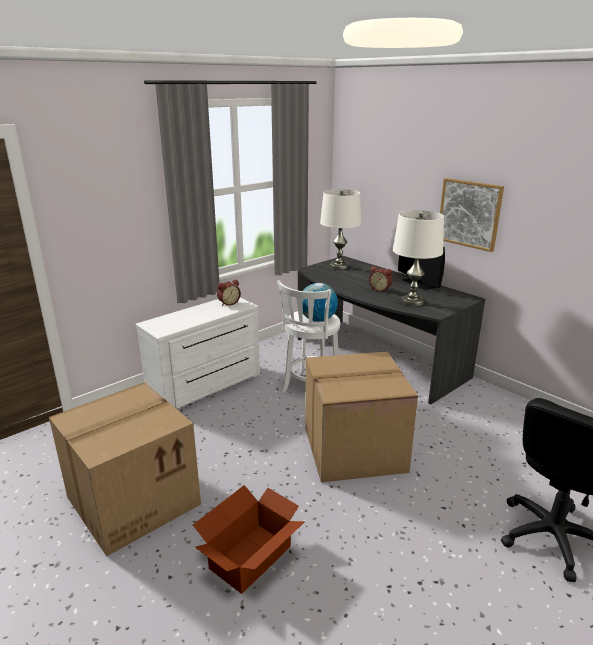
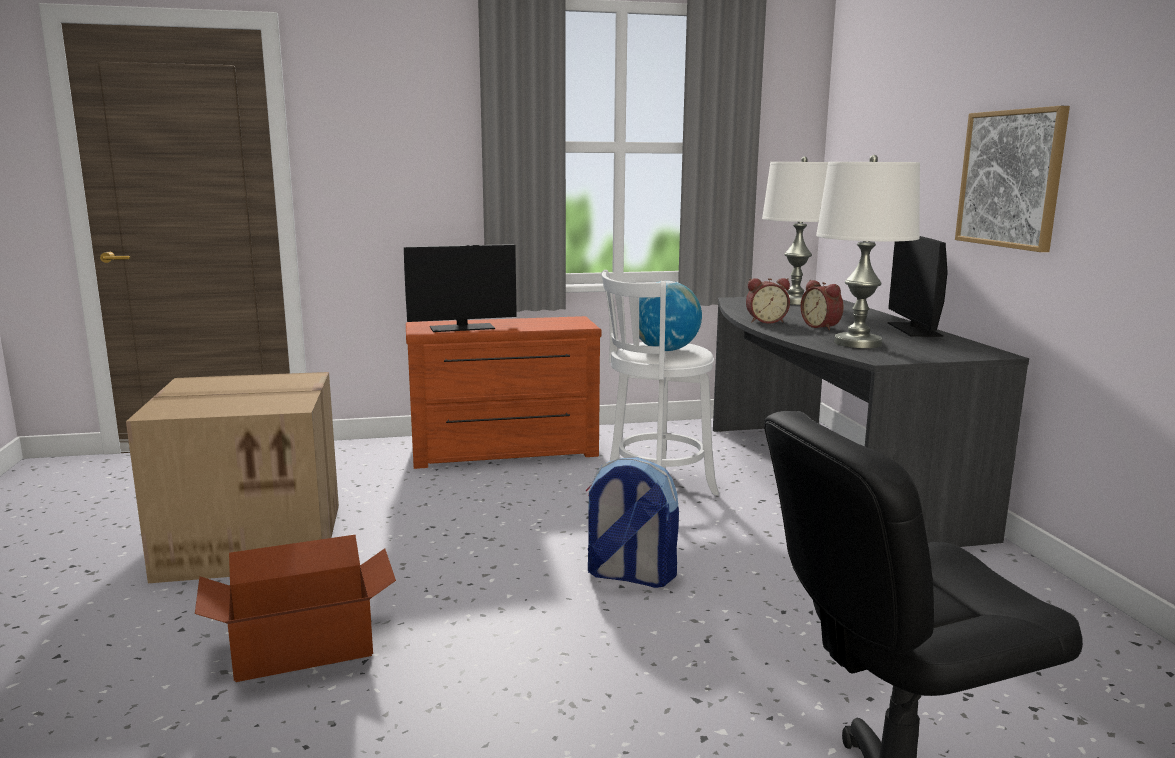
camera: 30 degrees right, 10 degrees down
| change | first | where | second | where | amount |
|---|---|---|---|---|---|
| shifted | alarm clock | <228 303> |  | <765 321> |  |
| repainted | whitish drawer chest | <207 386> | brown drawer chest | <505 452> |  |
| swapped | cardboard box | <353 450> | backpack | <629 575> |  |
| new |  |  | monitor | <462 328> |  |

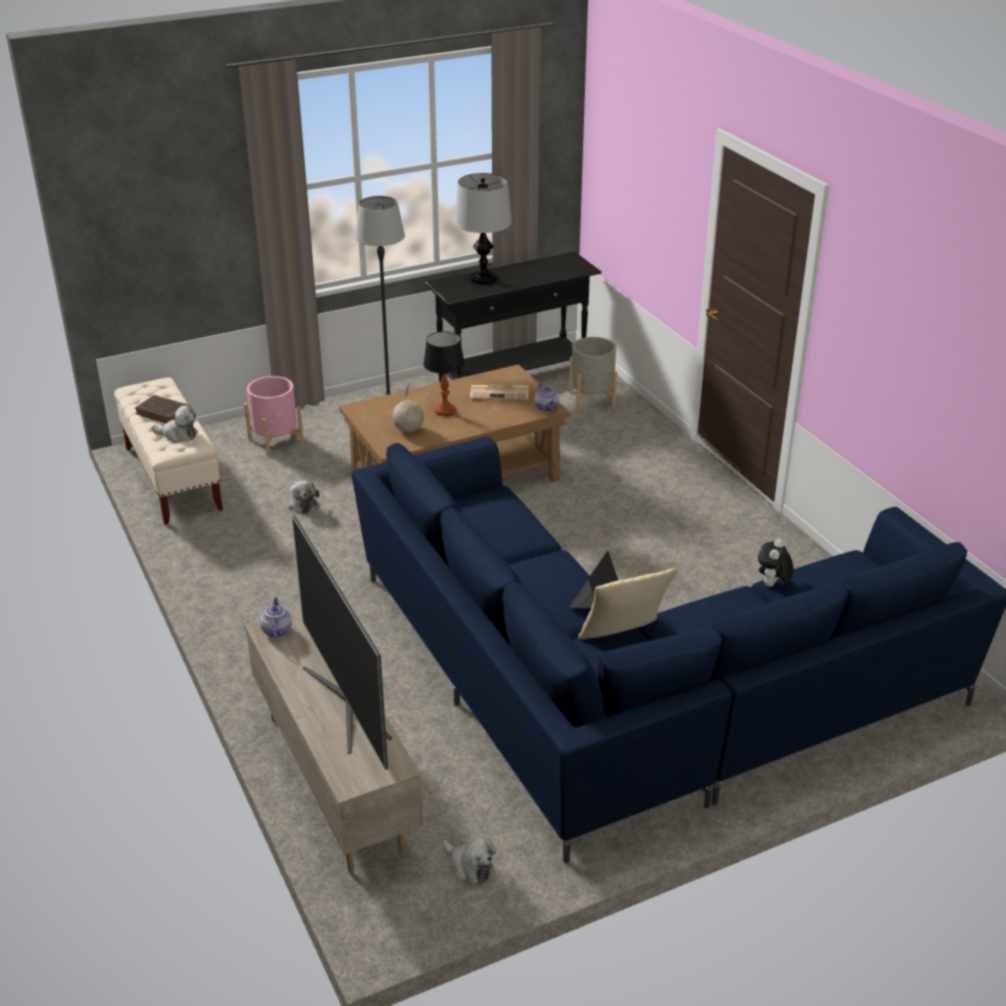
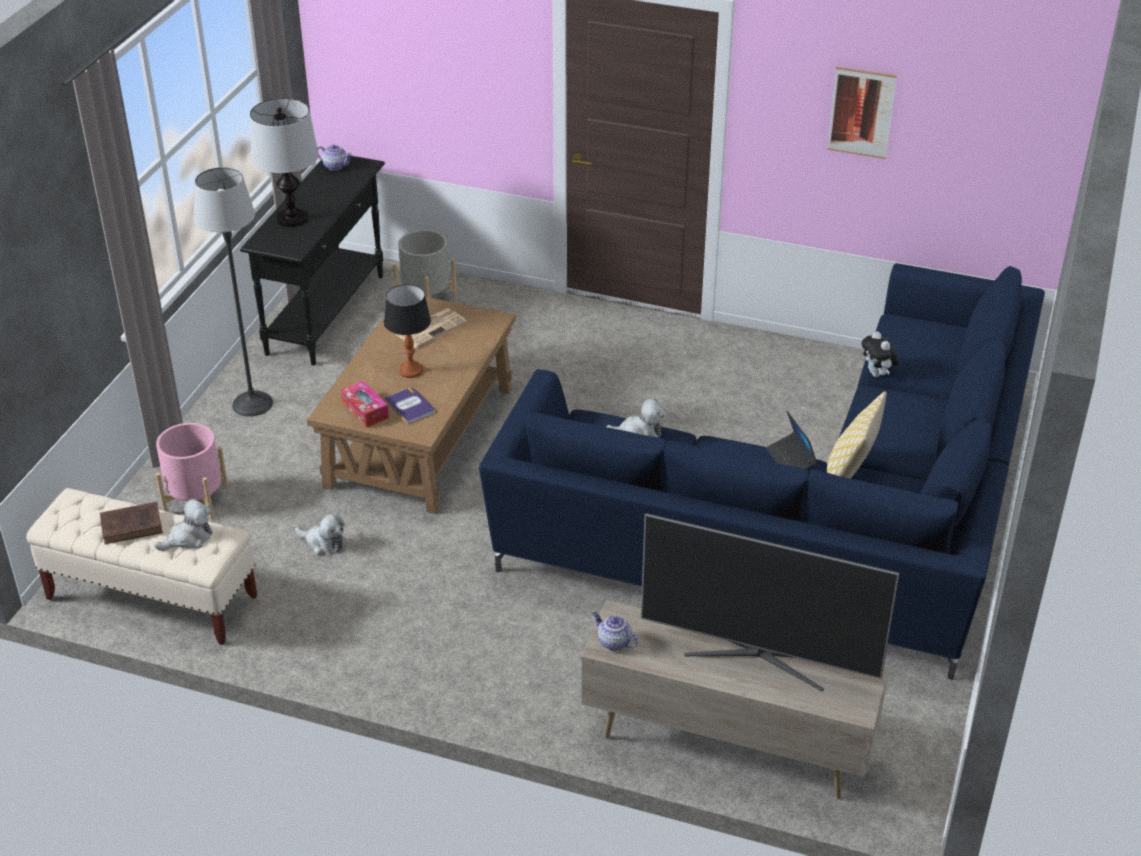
camera: 45 degrees left, 5 degrees up
| change | first | where | second | where | amount |
|---|---|---|---|---|---|
| swapped | globe | <409 430> | bound book | <409 406> |  |
| shifted | teapot | <546 407> |  | <335 166> |  |
| shifted | plush toy | <469 866> |  | <639 432> |  |
| new |  |  | wall art | <861 112> |  |
| new |  |  | tissue box | <365 410> |  |

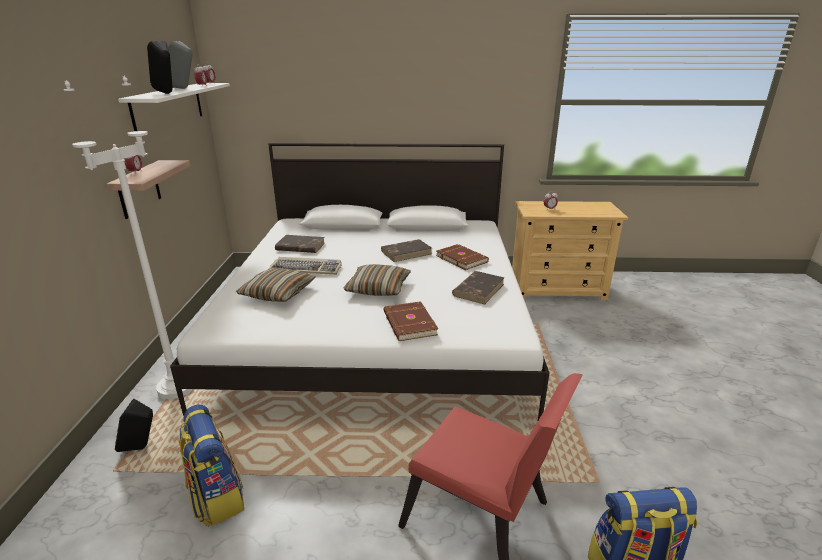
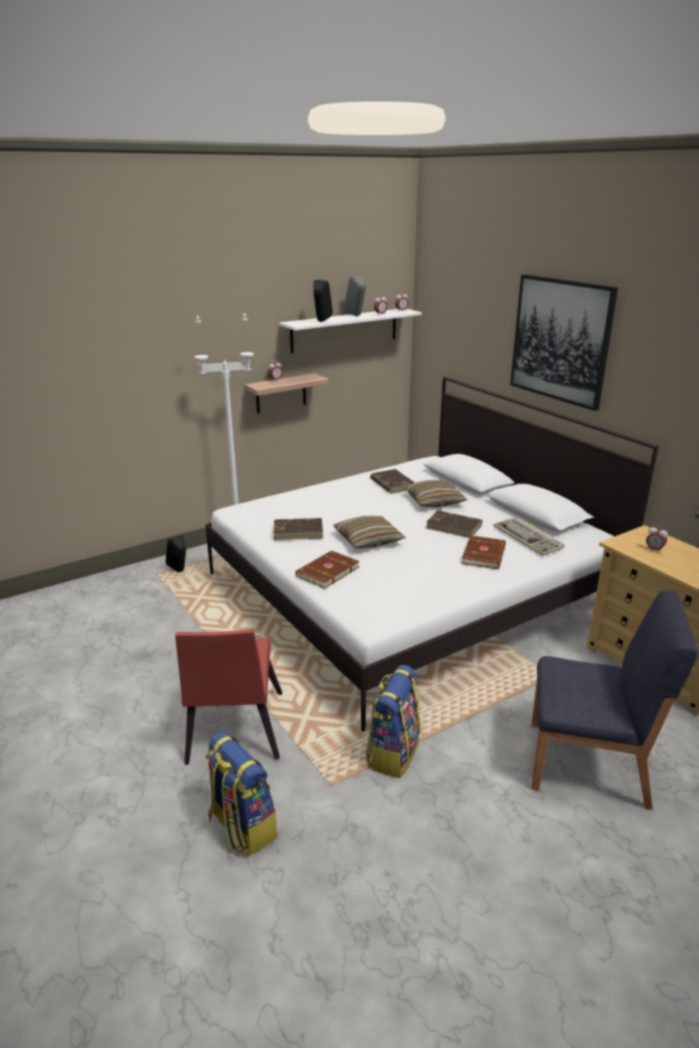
camera: 55 degrees right, 0 degrees up
| change | first | where | second | where | amount |
|---|---|---|---|---|---|
| shifted | PC keyboard | <306 268> |  | <528 538> |  |
| shifted | throw pillow | <278 293> |  | <434 501> |  |
| shifted | brown bound book | <478 289> |  | <299 531> |  |
| shifted | backpack | <216 497> |  | <392 753> |  |
| new |  |  | wall art | <561 340> |  |
| new |  |  | blue-coloured upright chair | <589 764> |  |

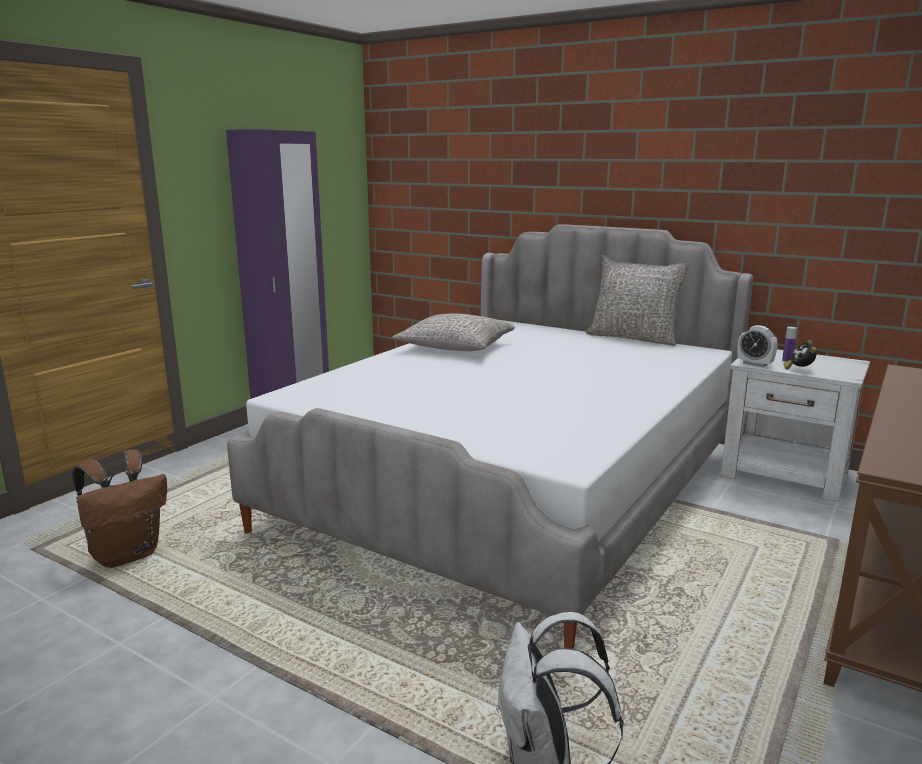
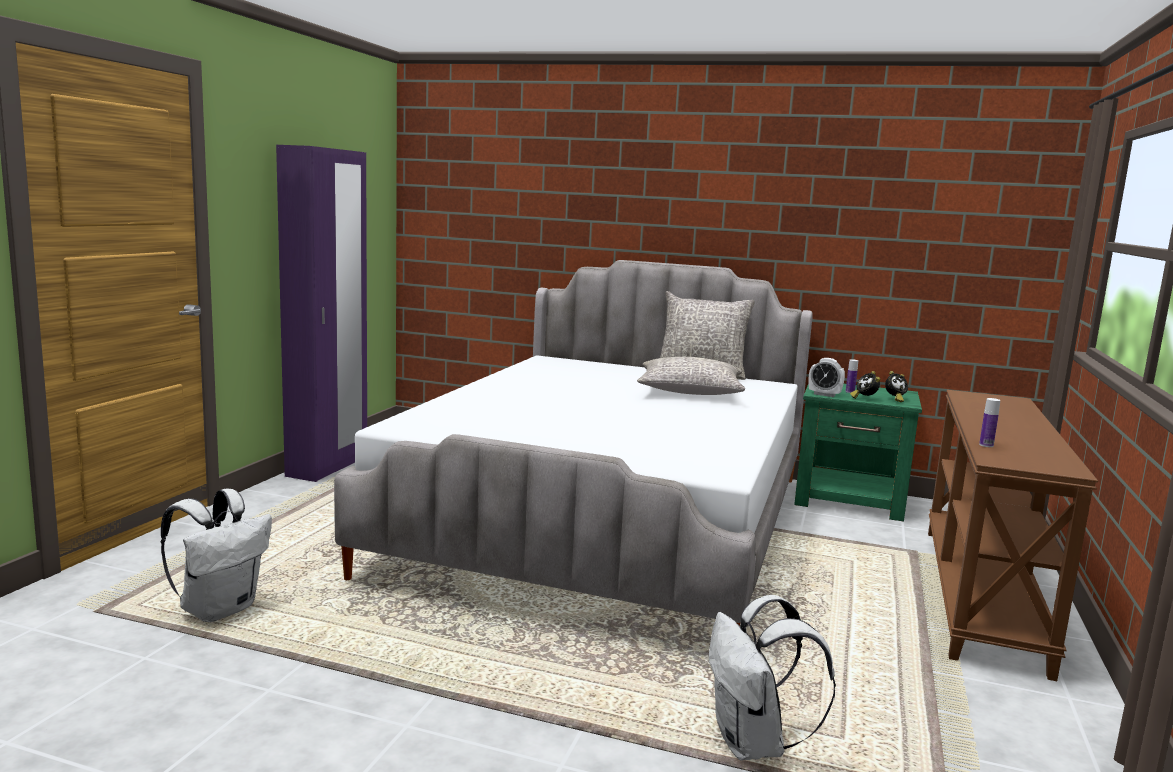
camera: 15 degrees left, 5 degrees down
| change | first | where | second | where | amount |
|---|---|---|---|---|---|
| shifted | gray throw pillow | <454 348> |  | <689 392> |  |
| repainted | whitish bedside table | <786 474> | greenish bedside table | <850 500> |  |
| repainted | brown backpack | <127 554> | whitish backpack | <220 609> |  |
| new |  |  | alarm clock | <894 399> |  |
| new |  |  | beverage bottle | <986 445> |  |

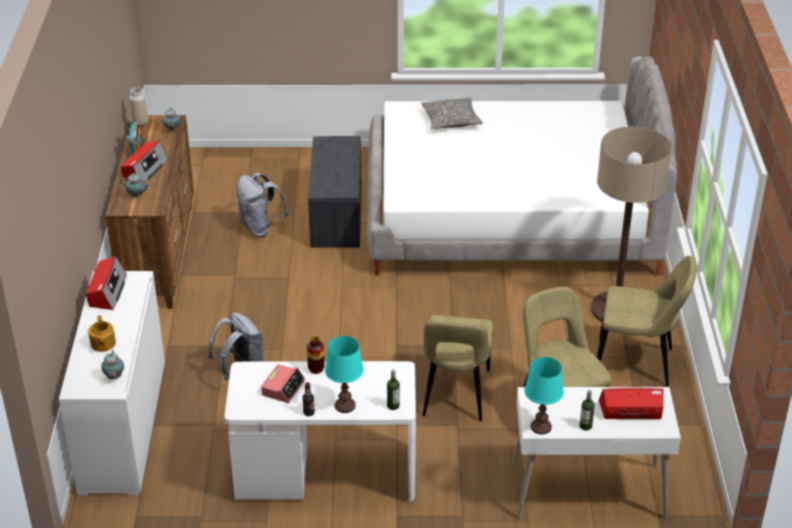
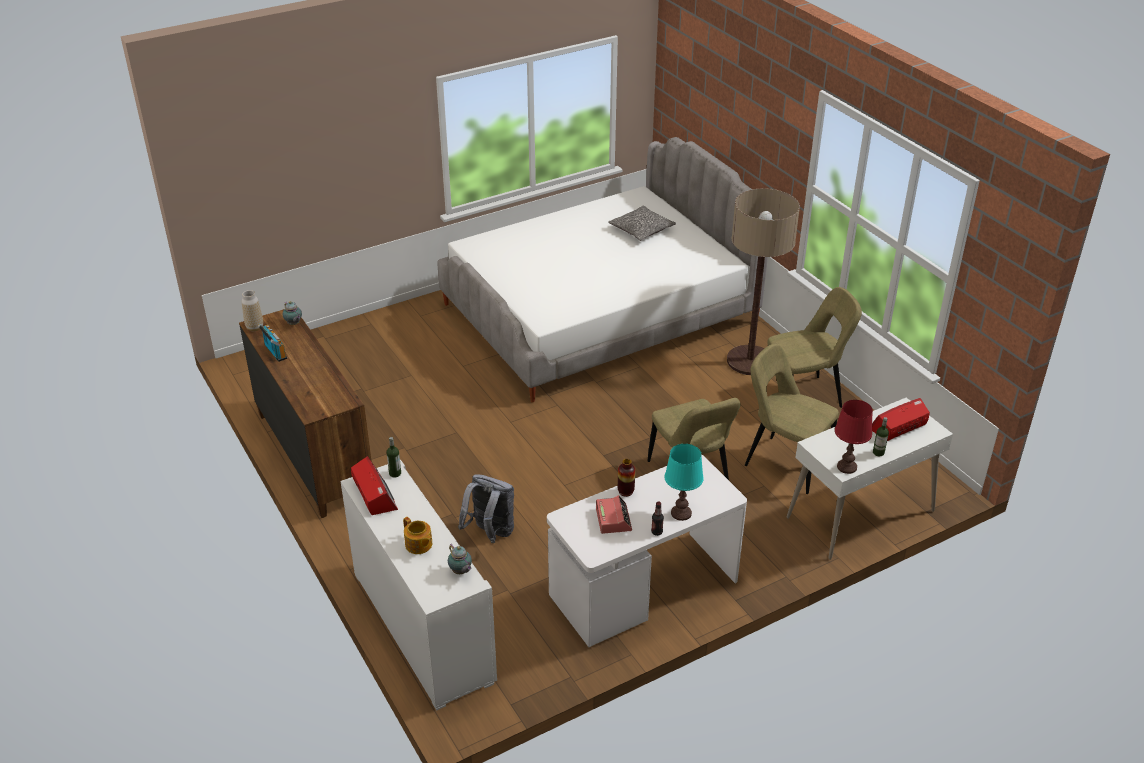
camera: 30 degrees left, 0 degrees up
| change | first | where | second | where | amount |
|---|---|---|---|---|---|
| shifted | throw pillow | <451 120> |  | <641 230> |  |
| gone | gray bench | <337 216> |  |  |  |
| gone | radio | <145 170> |  |  |  |
| gone | teapot | <137 196> |  |  |  |
| gone | gray backpack | <261 228> |  |  |  |
| repainted | turquoise lamp for a table | <541 427> | red-coloured lamp for a table | <846 467> |  |
| shifted | beverage bottle | <393 406> |  | <395 473> |  |

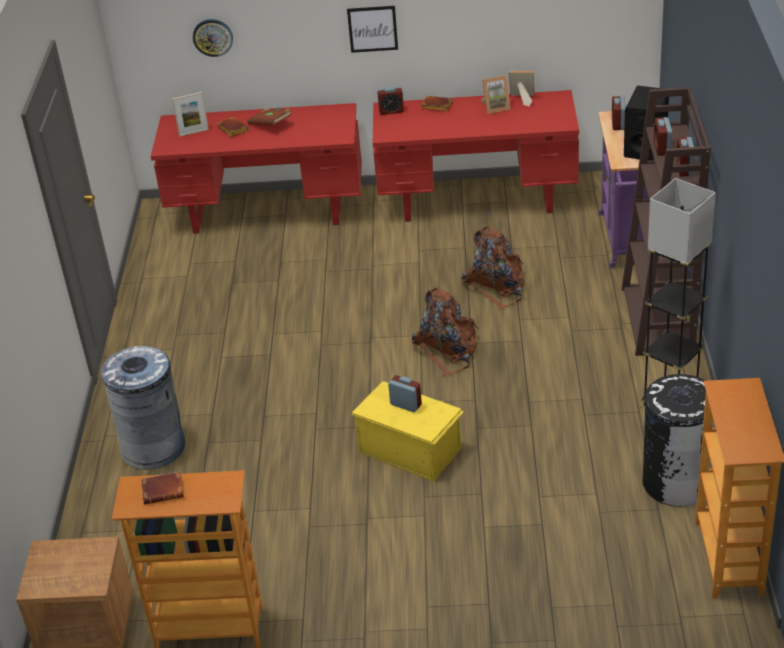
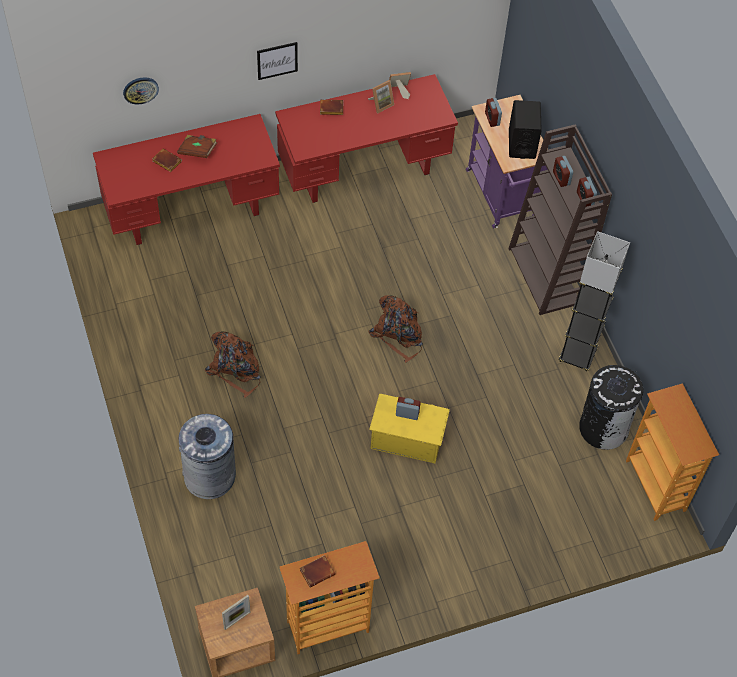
camera: 25 degrees left, 20 degrees up
| change | first | where | second | where | amount |
|---|---|---|---|---|---|
| gone | alarm clock | <391 111> |  |  |  |
| shifted | photo frame | <194 132> |  | <237 620> |  |
| shifted | brown backpack | <497 285> |  | <235 369> |  |

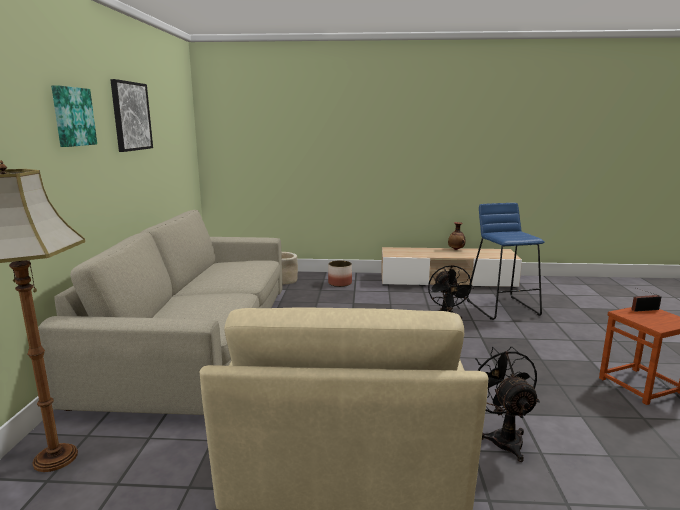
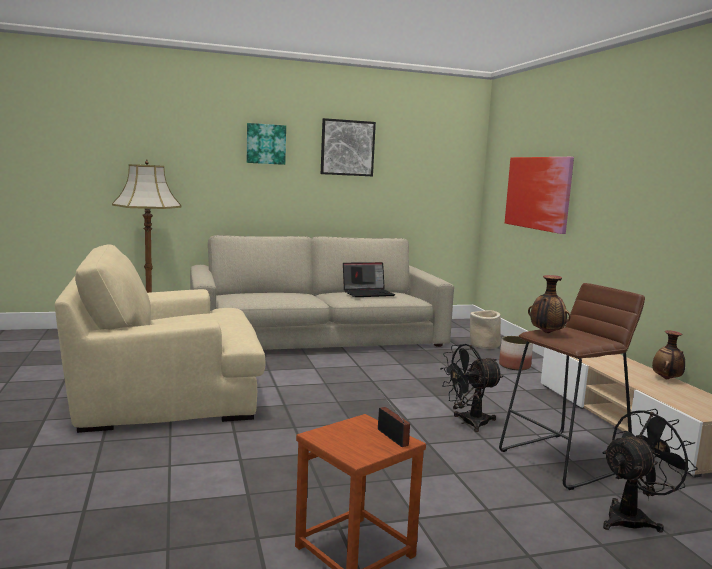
camera: 70 degrees right, 5 degrees down
| change | first | where | second | where | amount |
|---|---|---|---|---|---|
| repainted | blue-coloured stool | <502 307> | brown stool | <565 460> |  |
| shifted | black fan | <502 437> |  | <633 518> |  |
| new |  |  | wall art | <538 193> |  |
| new |  |  | portable computer | <368 293> |  |
| new |  |  | flower vase | <546 333> |  |

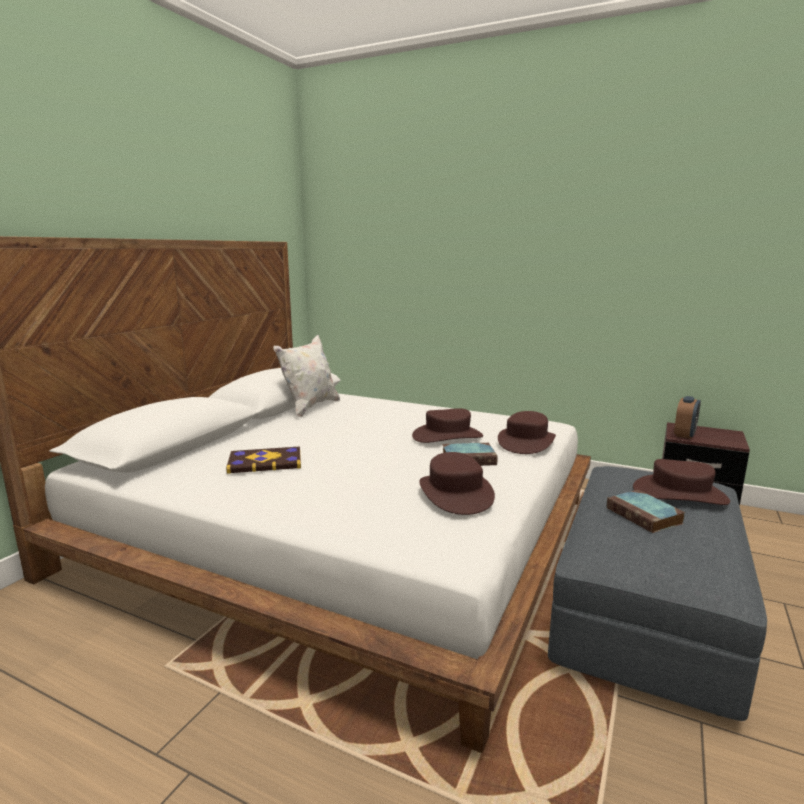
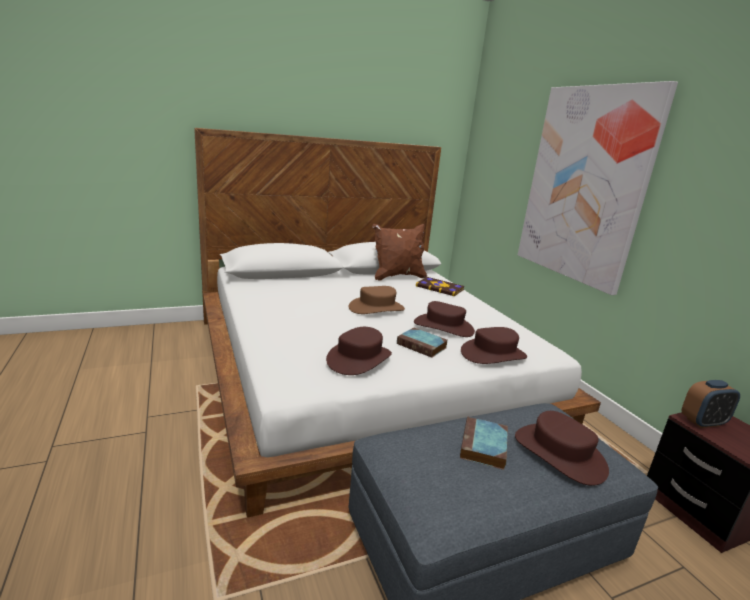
camera: 40 degrees right, 5 degrees up
| change | first | where | second | where | amount |
|---|---|---|---|---|---|
| repainted | whitish throw pillow | <310 407> | brown throw pillow | <397 276> |  |
| shifted | bound book | <265 462> |  | <440 288> |  |
| new |  |  | wall art | <584 185> |  |
| new |  |  | brown wearable hat | <376 308> |  |

